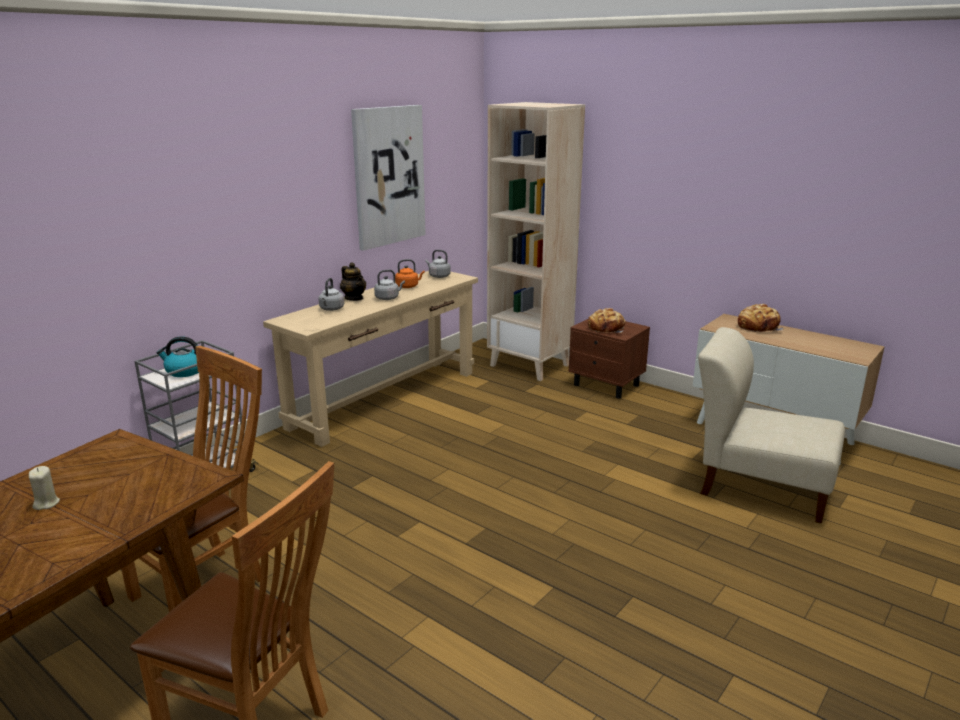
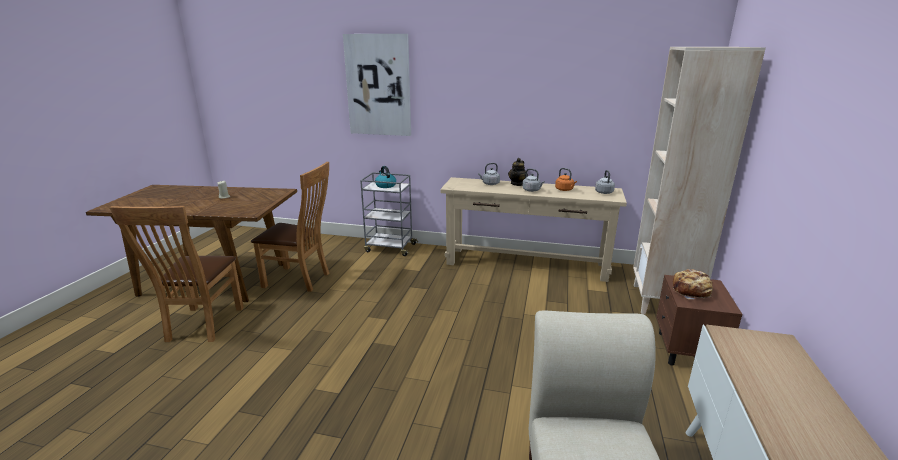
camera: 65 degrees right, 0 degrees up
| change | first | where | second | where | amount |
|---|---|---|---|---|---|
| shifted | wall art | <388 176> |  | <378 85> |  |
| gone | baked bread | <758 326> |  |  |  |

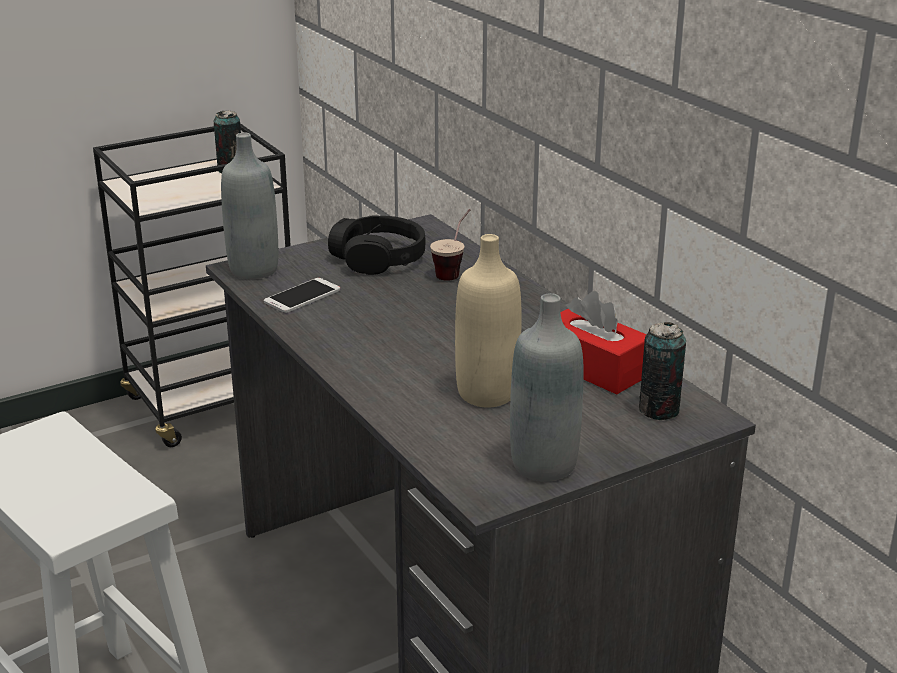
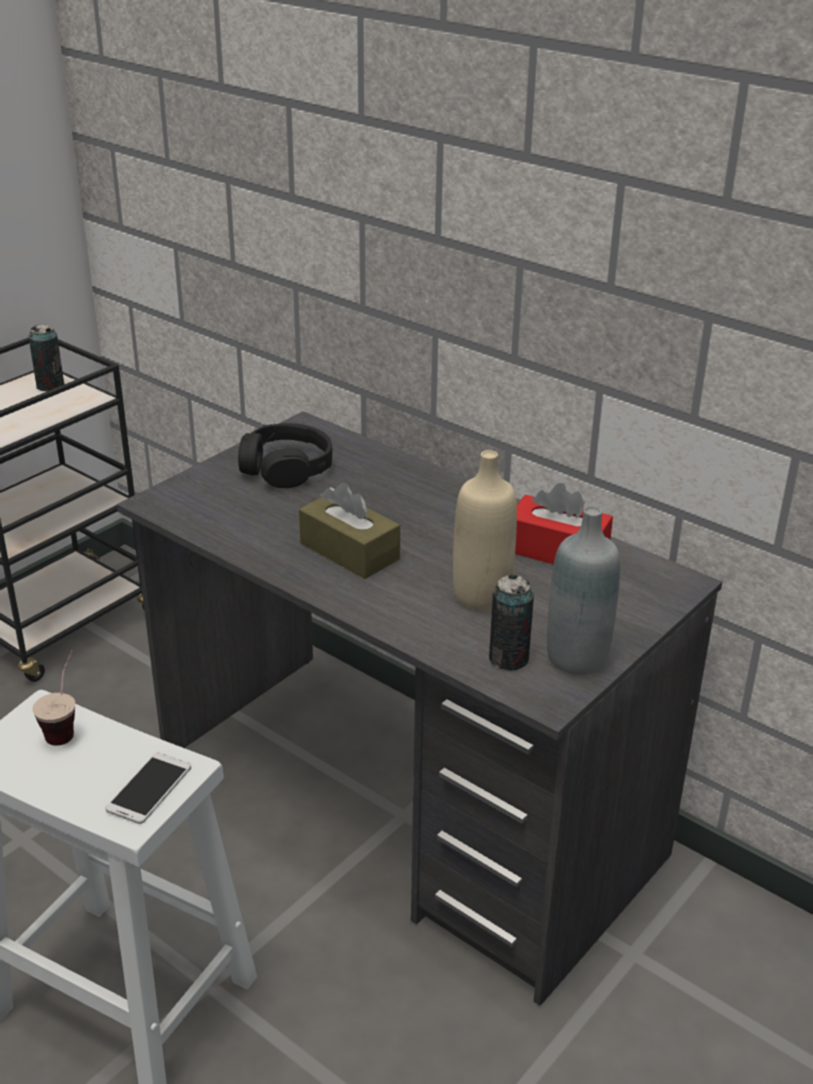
camera: 20 degrees left, 5 degrees up
| change | first | where | second | where | amount |
|---|---|---|---|---|---|
| gone | gray beverage bottle | <253 270> |  |  |  |
| shifted | cup | <454 271> |  | <66 726> |  |
| shifted | phone | <302 296> |  | <149 788> |  |
| shifted | can | <659 410> |  | <508 659> |  |
| new |  |  | brown tissue box | <349 551> |  |

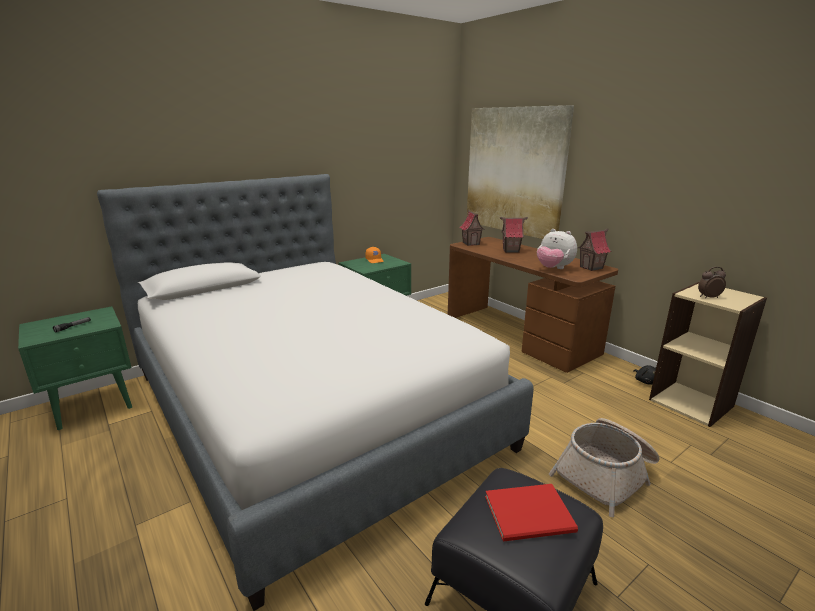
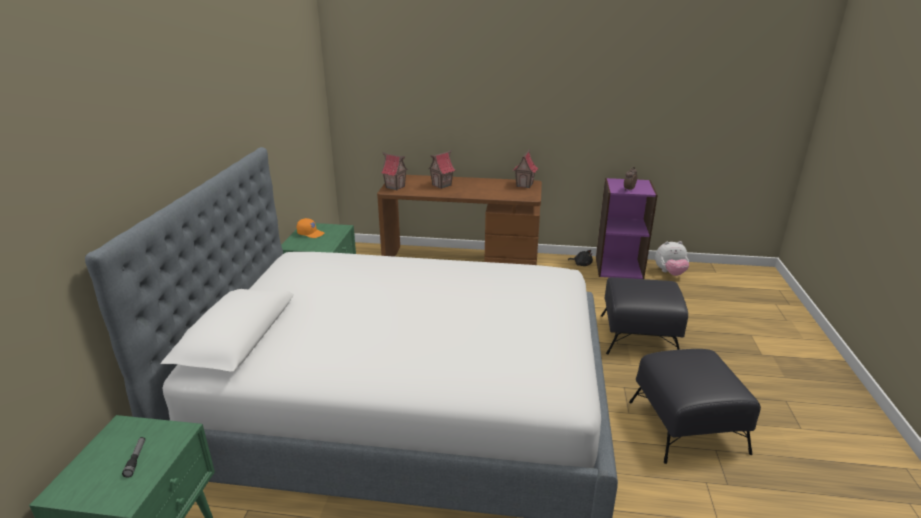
camera: 45 degrees left, 5 degrees up
| change | first | where | second | where | amount |
|---|---|---|---|---|---|
| gone | wall art | <514 171> |  |  |  |
| shifted | plush toy | <553 268> |  | <670 273> |  |
| repainted | beige bookshelf | <691 402> | purple-coloured bookshelf | <619 268> |  |
| swapped | storage basket | <606 475> | black footrest | <639 336> |  |
| gone | red-coloured bound book | <532 515> |  |  |  |

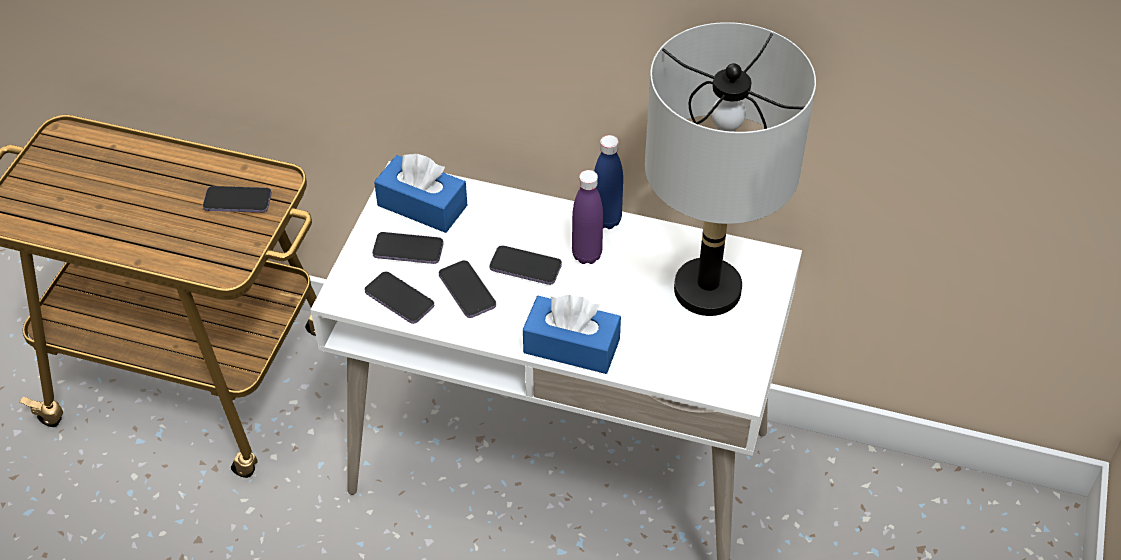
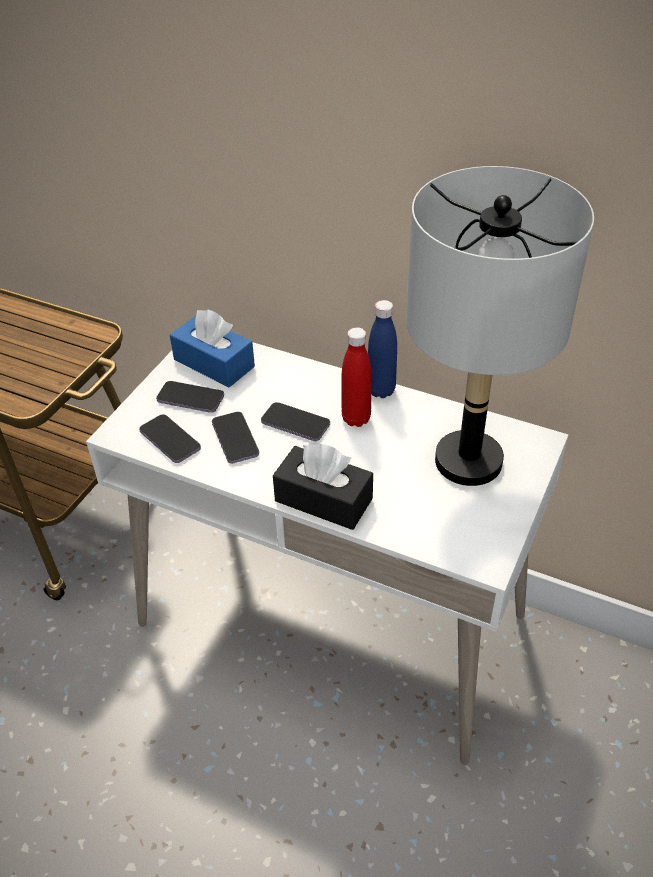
camera: 10 degrees right, 5 degrees down
| change | first | where | second | where | amount |
|---|---|---|---|---|---|
| repainted | purple-coloured beverage bottle | <586 255> | red-coloured beverage bottle | <356 419> |  |
| gone | phone | <237 201> |  |  |  |
| repainted | blue-coloured tissue box | <571 346> | black tissue box | <323 500> |  |

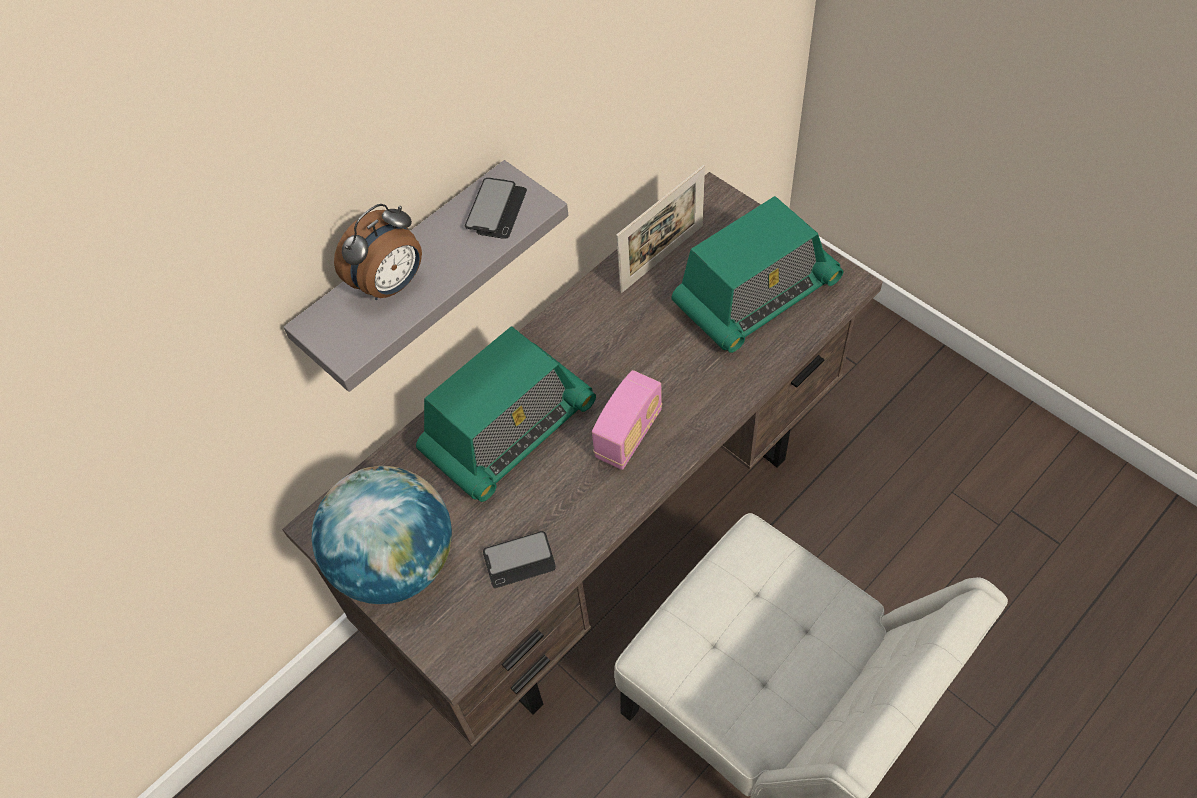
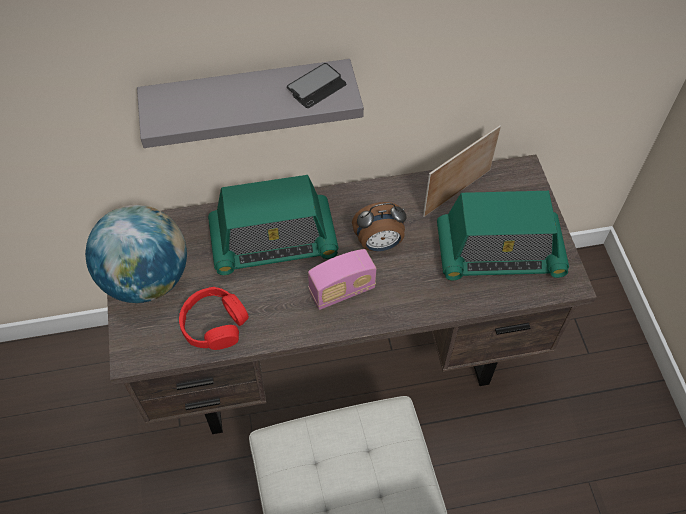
camera: 30 degrees right, 0 degrees up
| change | first | where | second | where | amount |
|---|---|---|---|---|---|
| rotated | photo frame | <662 258> |  | <457 192> | 150 degrees clockwise |
| shifted | alarm clock | <391 285> |  | <379 244> |  |
| swapped | phone | <519 560> | red-coloured headphones | <214 324> |  |

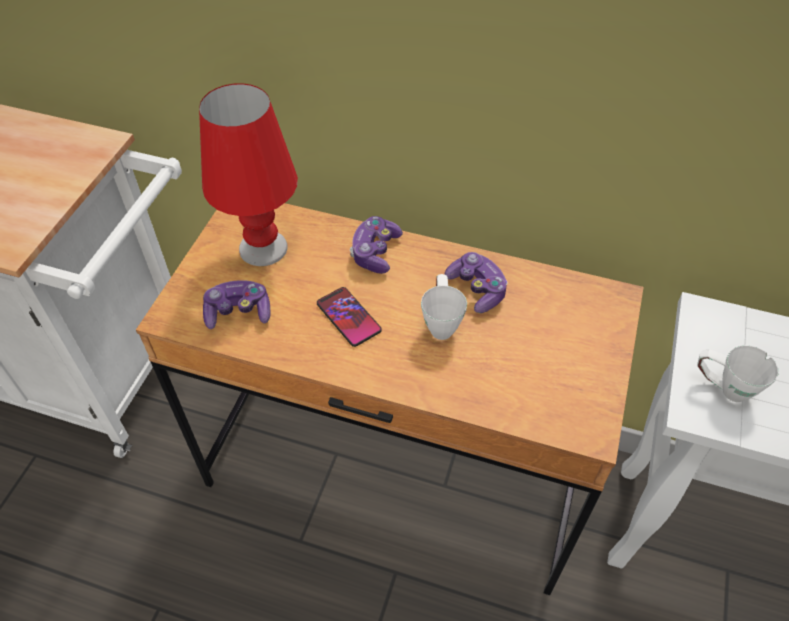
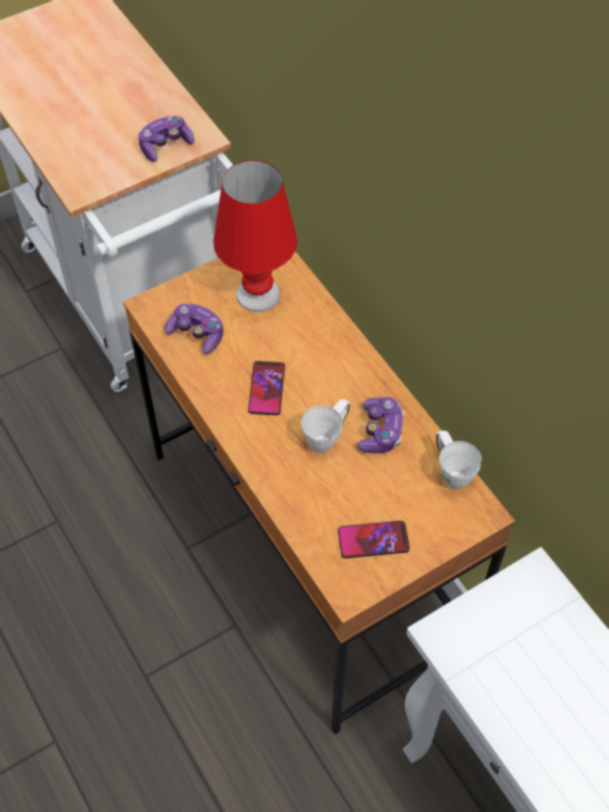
camera: 40 degrees right, 5 degrees up
| change | first | where | second | where | amount |
|---|---|---|---|---|---|
| shifted | gamepad | <375 252> |  | <165 145> |  |
| shifted | whitish coffee mug | <722 388> |  | <450 472> |  |
| new |  |  | phone | <373 540> |  |

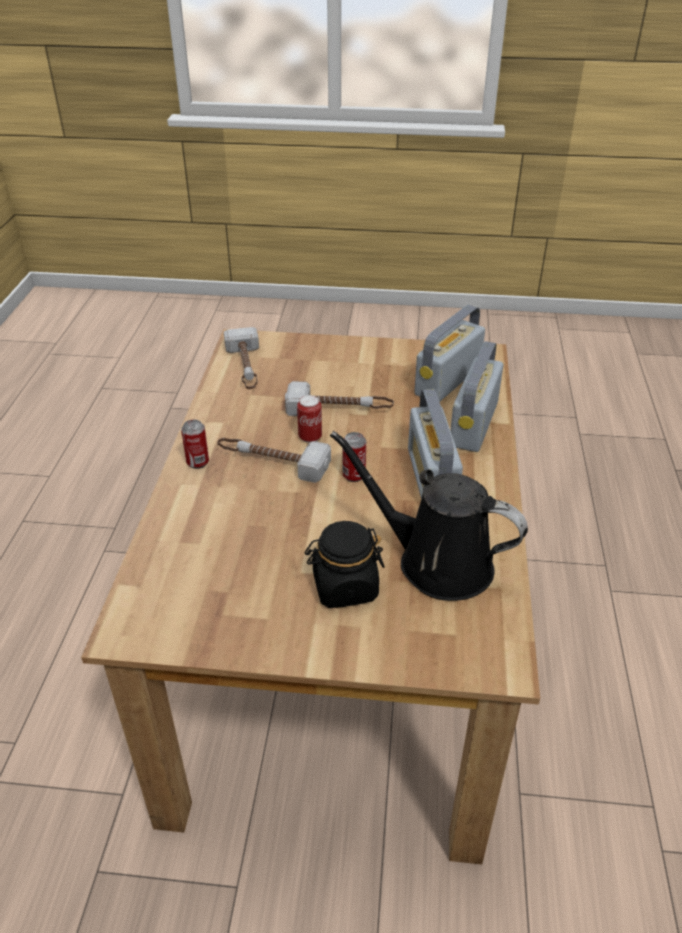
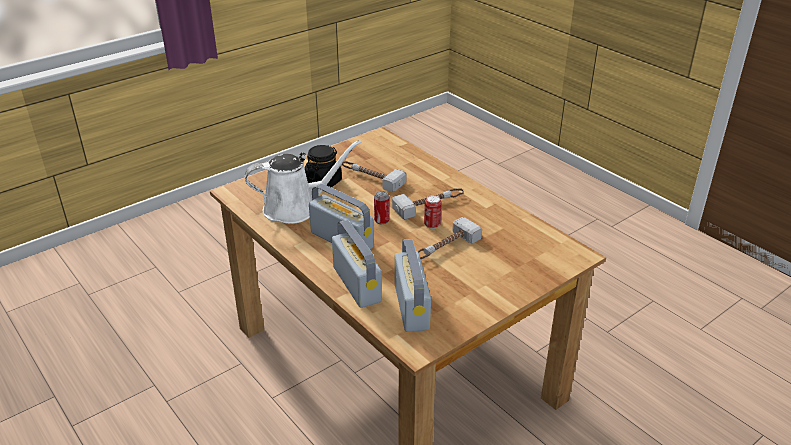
camera: 135 degrees right, 5 degrees down
| change | first | where | second | where | amount |
|---|---|---|---|---|---|
| shifted | hand hammer | <246 367> |  | <371 178> |  |
| gone | can | <197 462> |  |  |  |
| repainted | black sprinkling can | <436 562> | whitish sprinkling can | <295 208> |  |

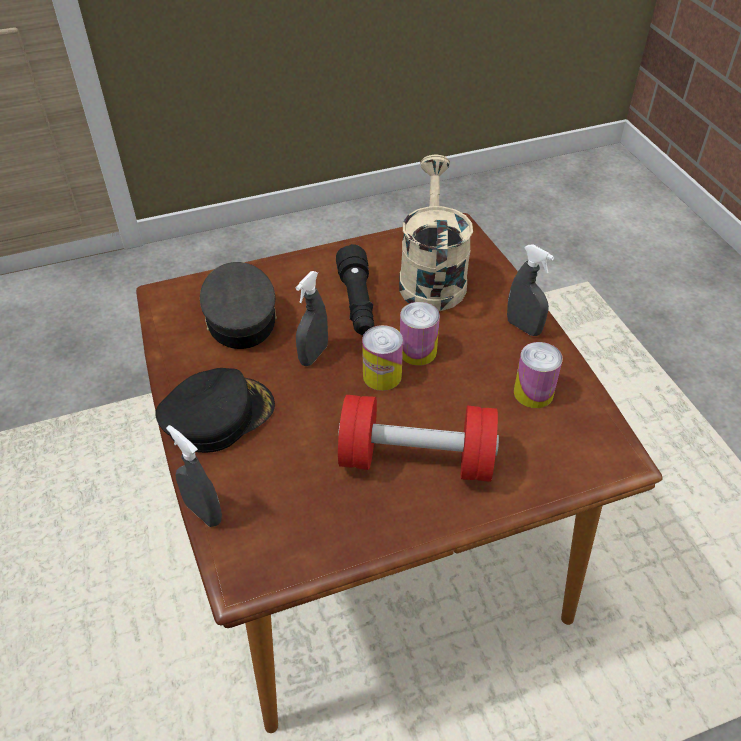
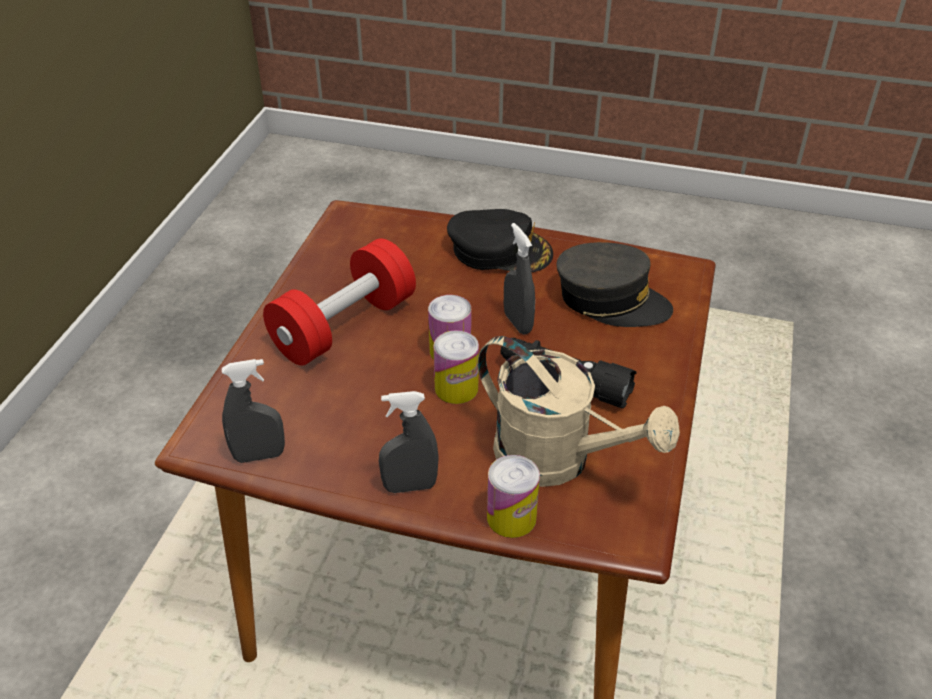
camera: 125 degrees right, 5 degrees down
| change | first | where | second | where | amount |
|---|---|---|---|---|---|
| shifted | can | <533 393> |  | <511 517> |  |
| rotated | black cap | <217 415> |  | <500 250> | 75 degrees counterclockwise |
| shifted | gray hand sprayer | <203 512> |  | <259 455> |  |

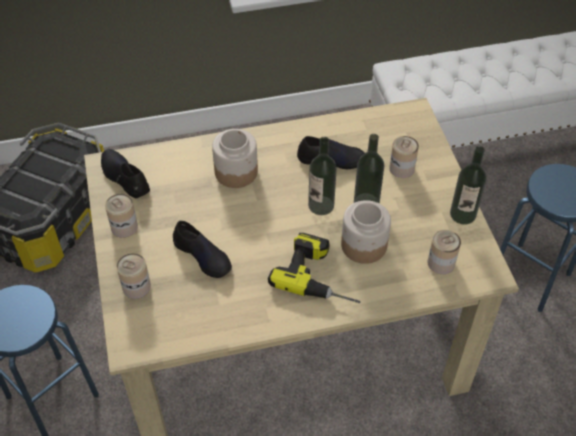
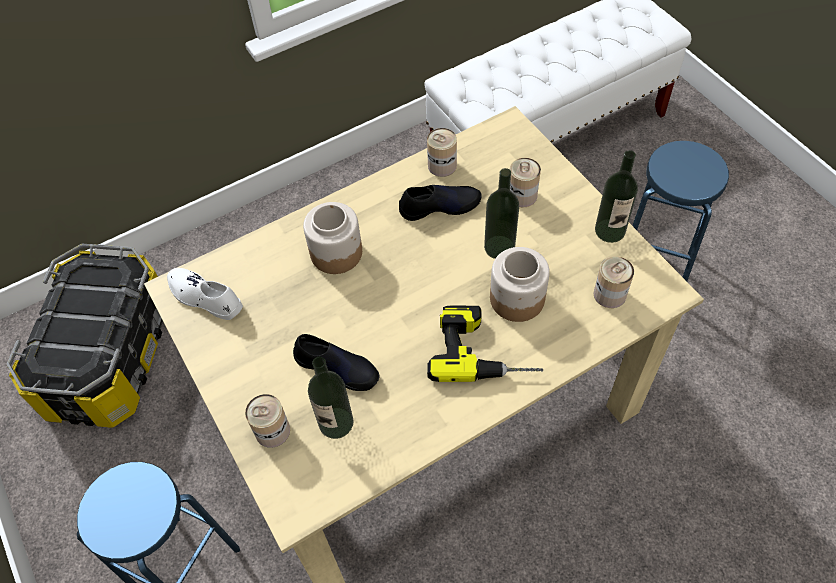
camera: 15 degrees left, 5 degrees up
| change | first | where | second | where | amount |
|---|---|---|---|---|---|
| shifted | beverage bottle | <321 205> |  | <336 423> |  |
| repainted | black low shoe | <124 177> | whitish low shoe | <205 297> |  |
| shifted | can | <124 227> |  | <442 165> |  |

